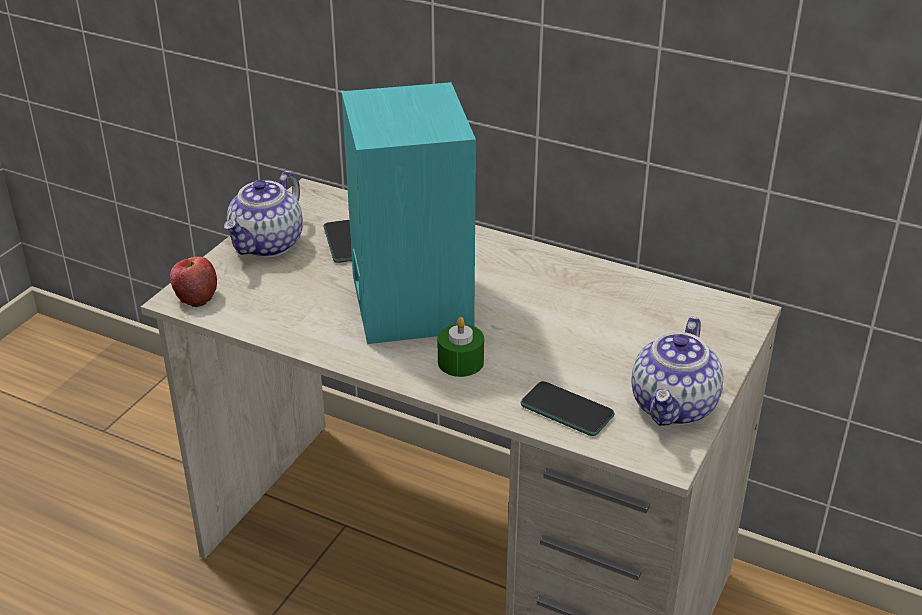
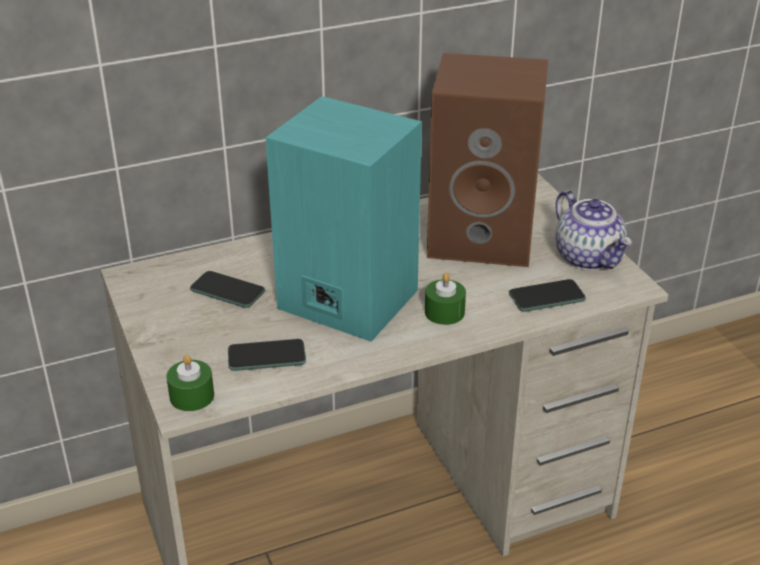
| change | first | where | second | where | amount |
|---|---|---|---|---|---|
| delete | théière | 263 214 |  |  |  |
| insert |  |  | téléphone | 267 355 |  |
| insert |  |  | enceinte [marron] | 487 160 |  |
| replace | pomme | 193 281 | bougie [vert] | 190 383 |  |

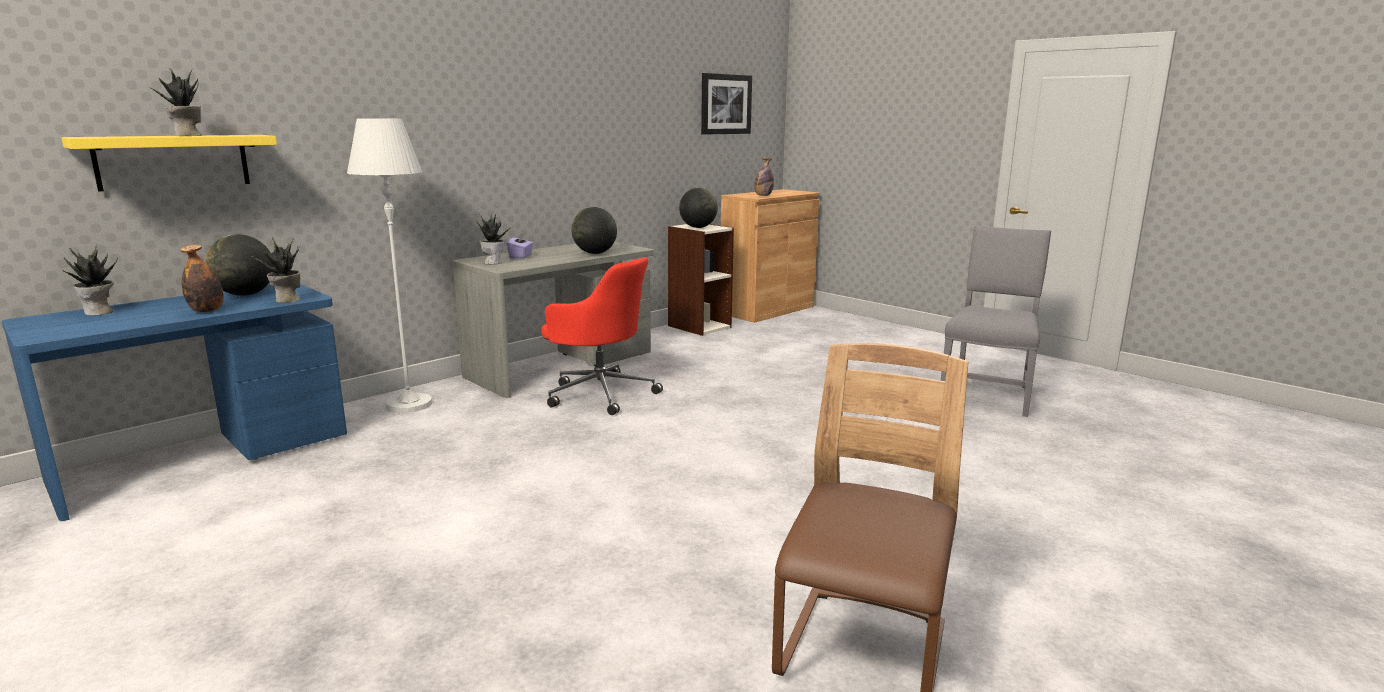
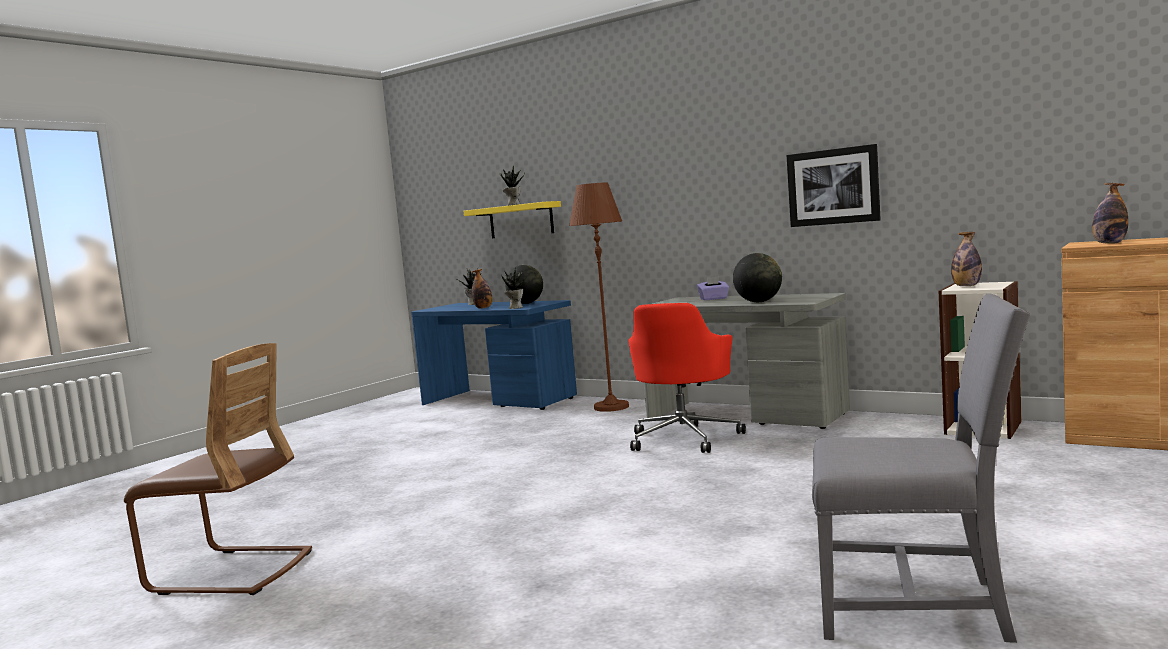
| change | first | where | second | where | amount |
|---|---|---|---|---|---|
| delete | plante en pot | 493 239 |  |  |  |
| move | tableau | 726 104 |  | 834 185 |  |
| replace | globe | 698 208 | bouteille | 966 259 |  |
| recolor | lampadaire [blanc] | 389 265 | lampadaire [marron] | 599 297 |  |

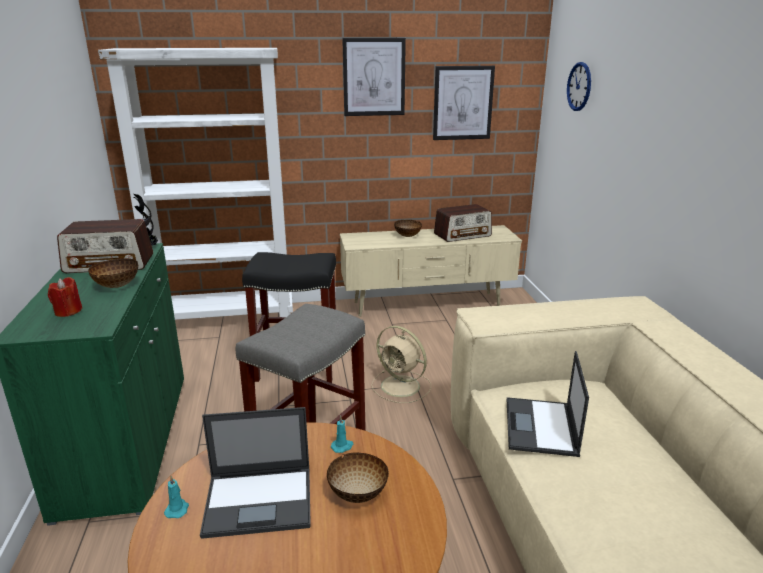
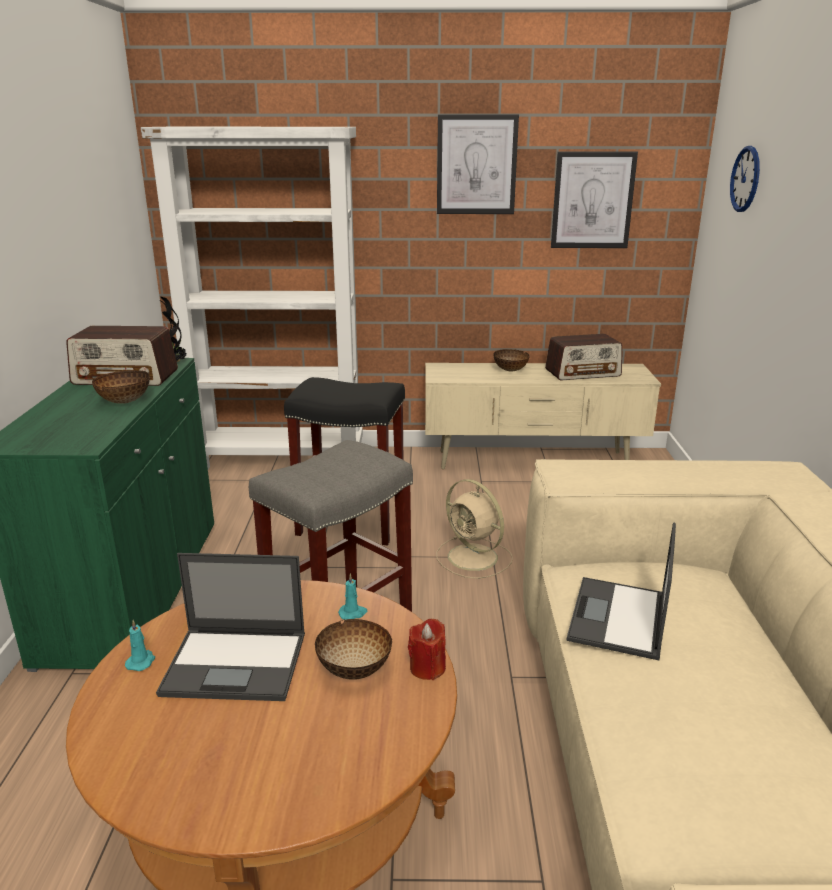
| change | first | where | second | where | amount |
|---|---|---|---|---|---|
| move | bougie [rouge] | 65 297 |  | 427 649 |  |

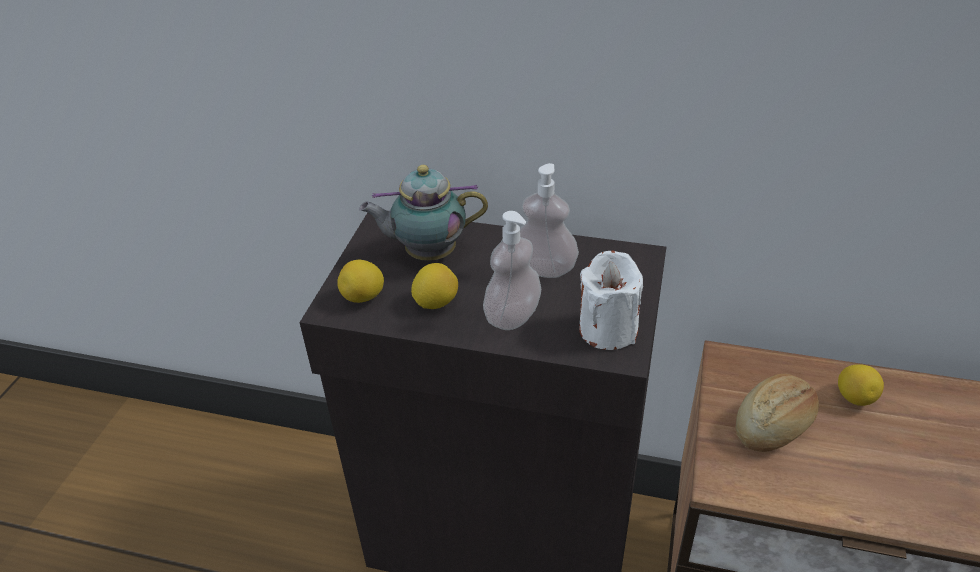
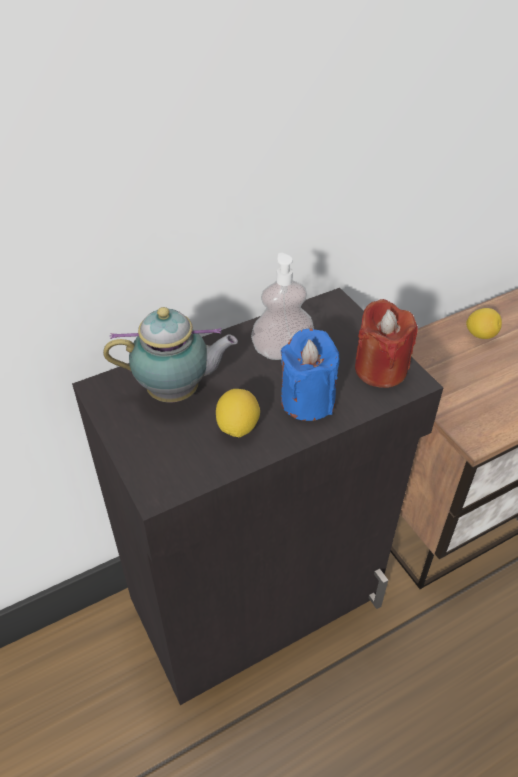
| change | first | where | second | where | amount |
|---|---|---|---|---|---|
| delete | citron | 360 281 |  |  |  |
| delete | pain | 777 412 |  |  |  |
| replace | distributeur de savon | 512 270 | bougie [bleu] | 310 374 |  |
| recolor | bougie [blanc] | 611 300 | bougie [rouge] | 386 343 |  |
| rotate | théière | 423 213 |  | 170 354 | 135 degrees counterclockwise |

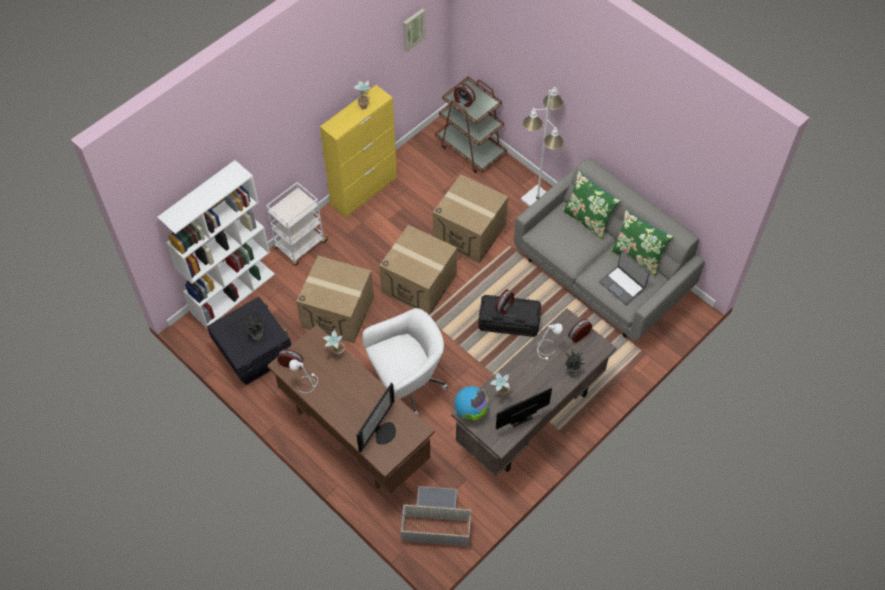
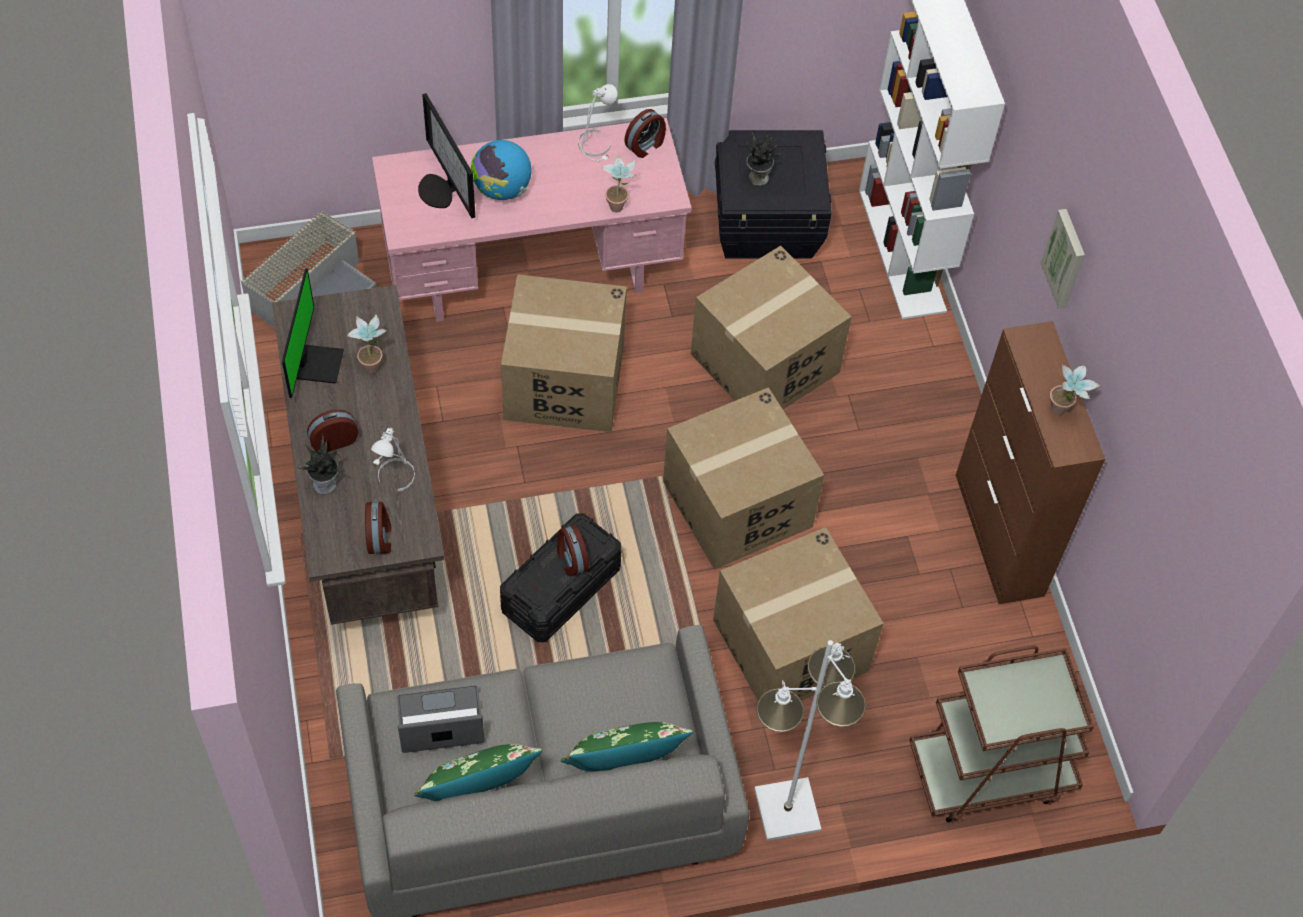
| change | first | where | second | where | amount |
|---|---|---|---|---|---|
| delete | chariot [blanc] | 297 224 |  |  |  |
| move | tableau | 414 30 |  | 1063 258 |  |
| move | réveil | 464 95 |  | 332 431 |  |
| move | globe | 472 403 |  | 501 170 |  |
| replace | chaise de bureau [blanc] | 405 361 | carton | 564 353 |  |
| recolor | bureau [marron] | 351 409 | bureau [rose] | 531 220 |  |
| recolor | meuble de rangement [jaune] | 358 151 | meuble de rangement [marron] | 1030 462 |  |

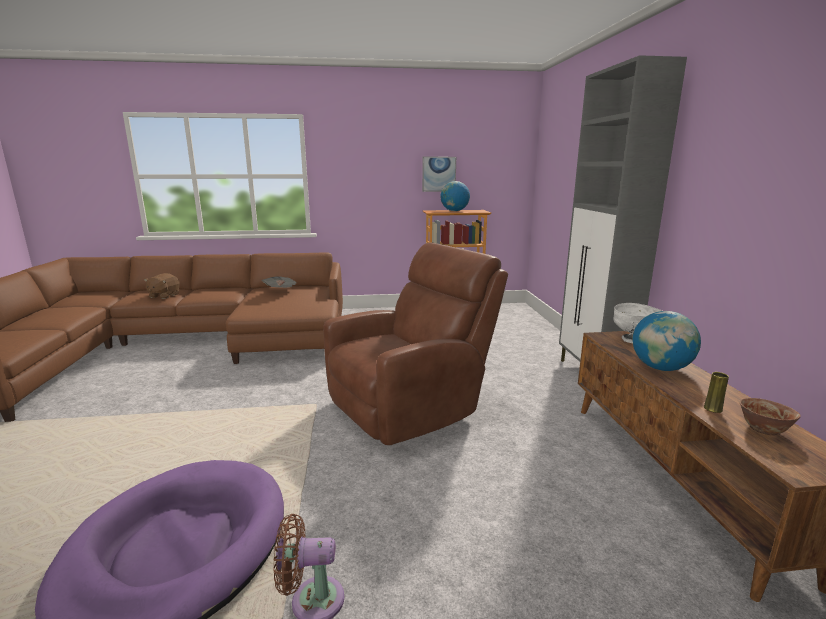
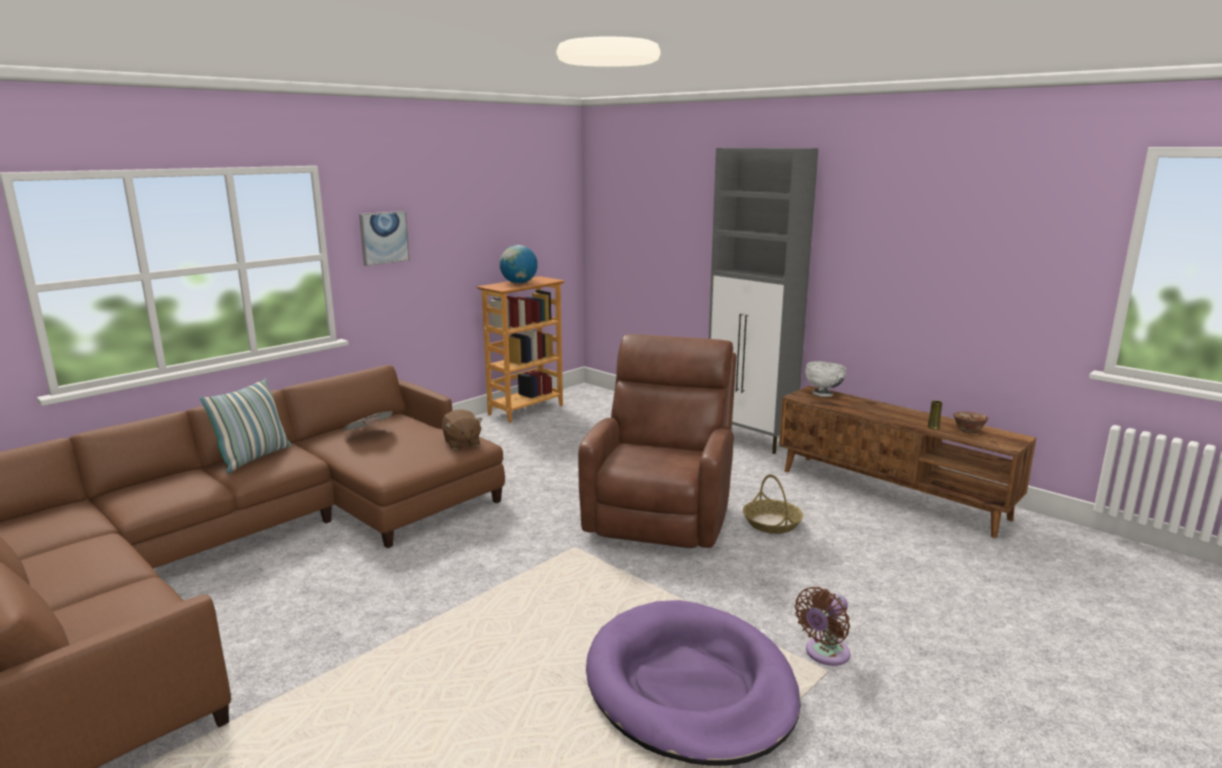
| change | first | where | second | where | amount |
|---|---|---|---|---|---|
| delete | globe | 667 341 |  |  |  |
| insert |  |  | coussin | 246 426 |  |
| insert |  |  | panier | 773 504 |  |
| move | peluche [marron] | 162 286 |  | 462 429 |  |
| move | tableau | 439 174 |  | 384 238 |  |

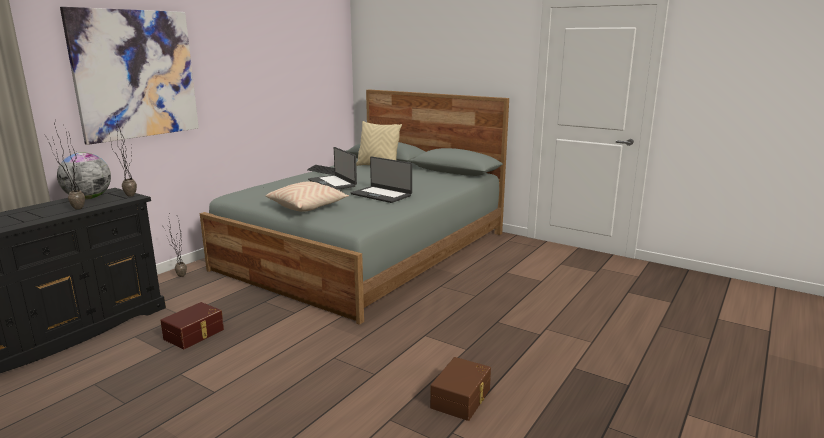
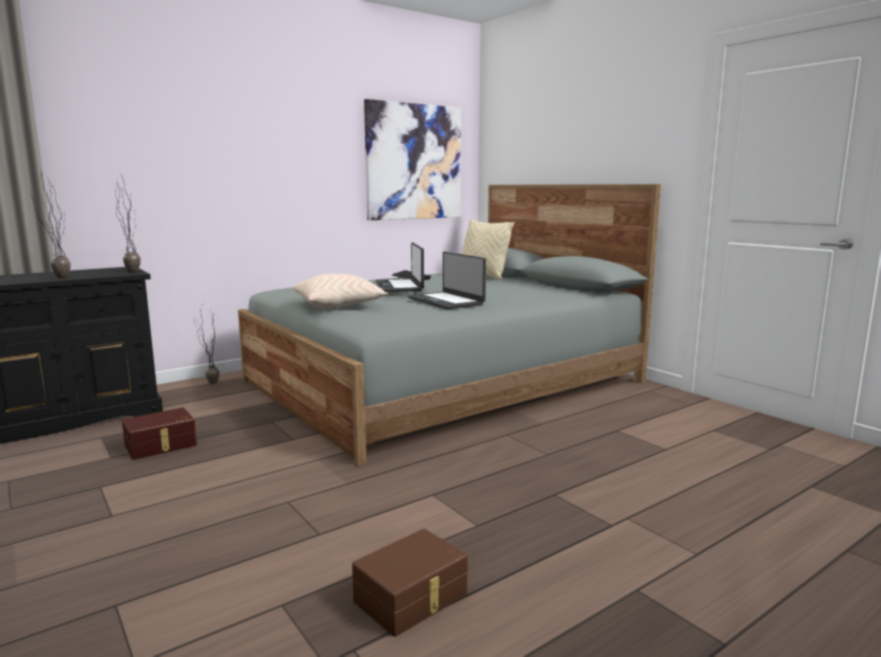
| change | first | where | second | where | amount |
|---|---|---|---|---|---|
| delete | globe | 84 175 |  |  |  |
| move | tableau | 129 76 |  | 412 159 |  |

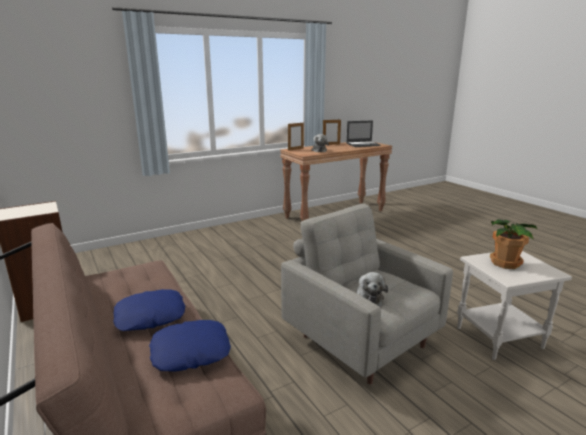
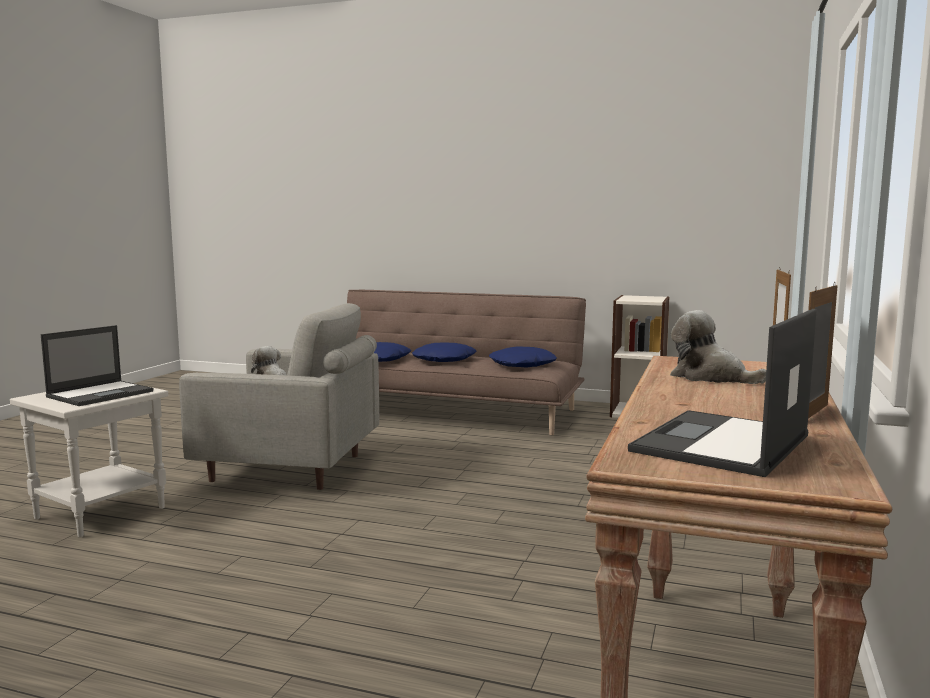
| change | first | where | second | where | amount |
|---|---|---|---|---|---|
| insert |  |  | coussin [bleu] | 523 357 |  |
| replace | plante en pot | 513 244 | ordinateur portable | 97 365 |  |

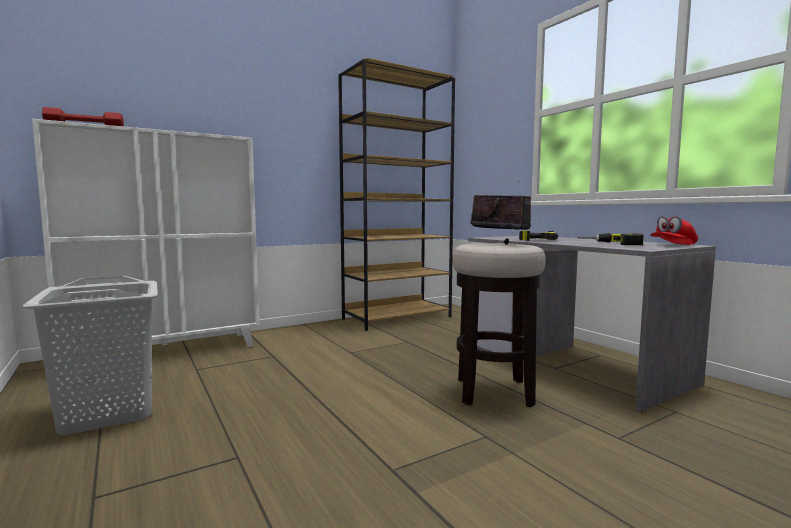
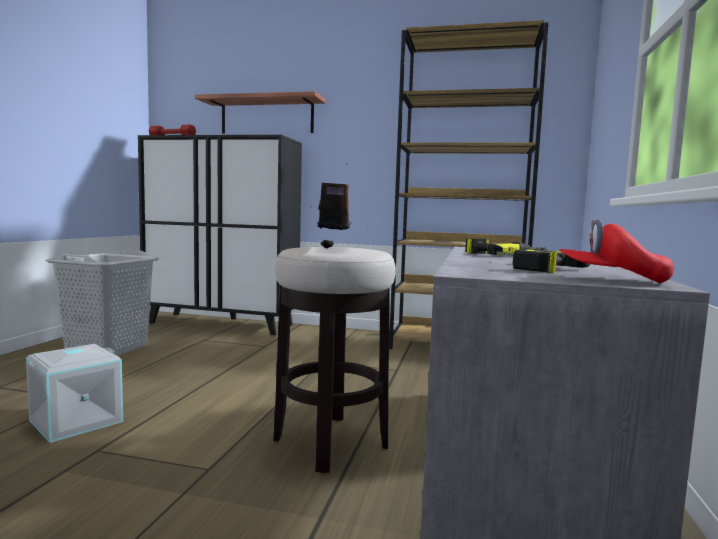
| change | first | where | second | where | amount |
|---|---|---|---|---|---|
| insert |  |  | boîte de rangement [gris] | 74 393 |  |
| insert |  |  | étagère | 260 112 |  |
| recolor | meuble de rangement [blanc] | 146 234 | meuble de rangement [noir] | 220 235 |  |

